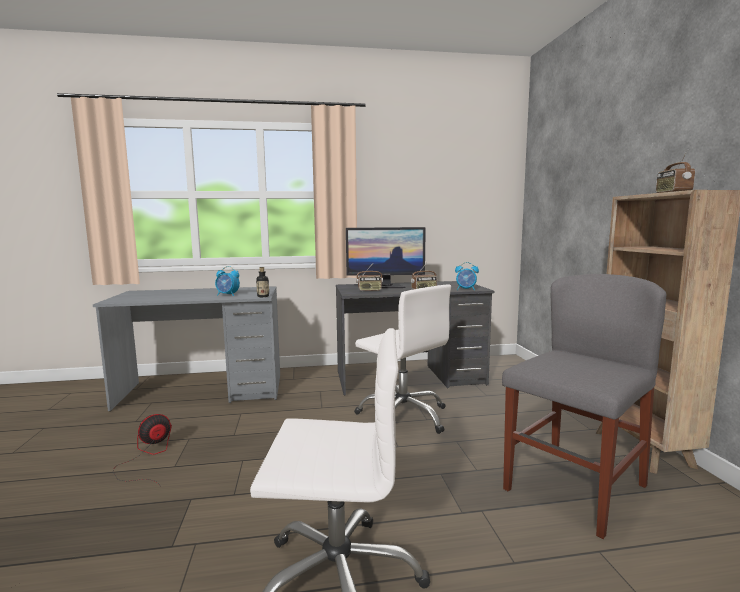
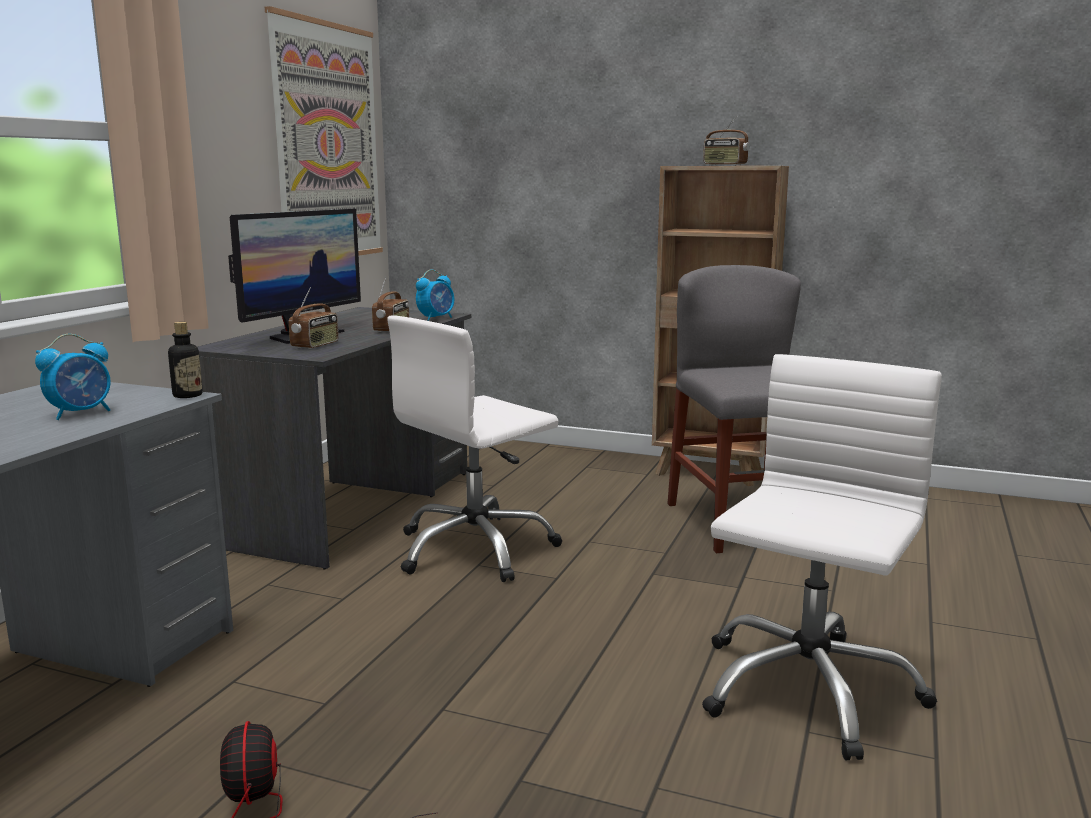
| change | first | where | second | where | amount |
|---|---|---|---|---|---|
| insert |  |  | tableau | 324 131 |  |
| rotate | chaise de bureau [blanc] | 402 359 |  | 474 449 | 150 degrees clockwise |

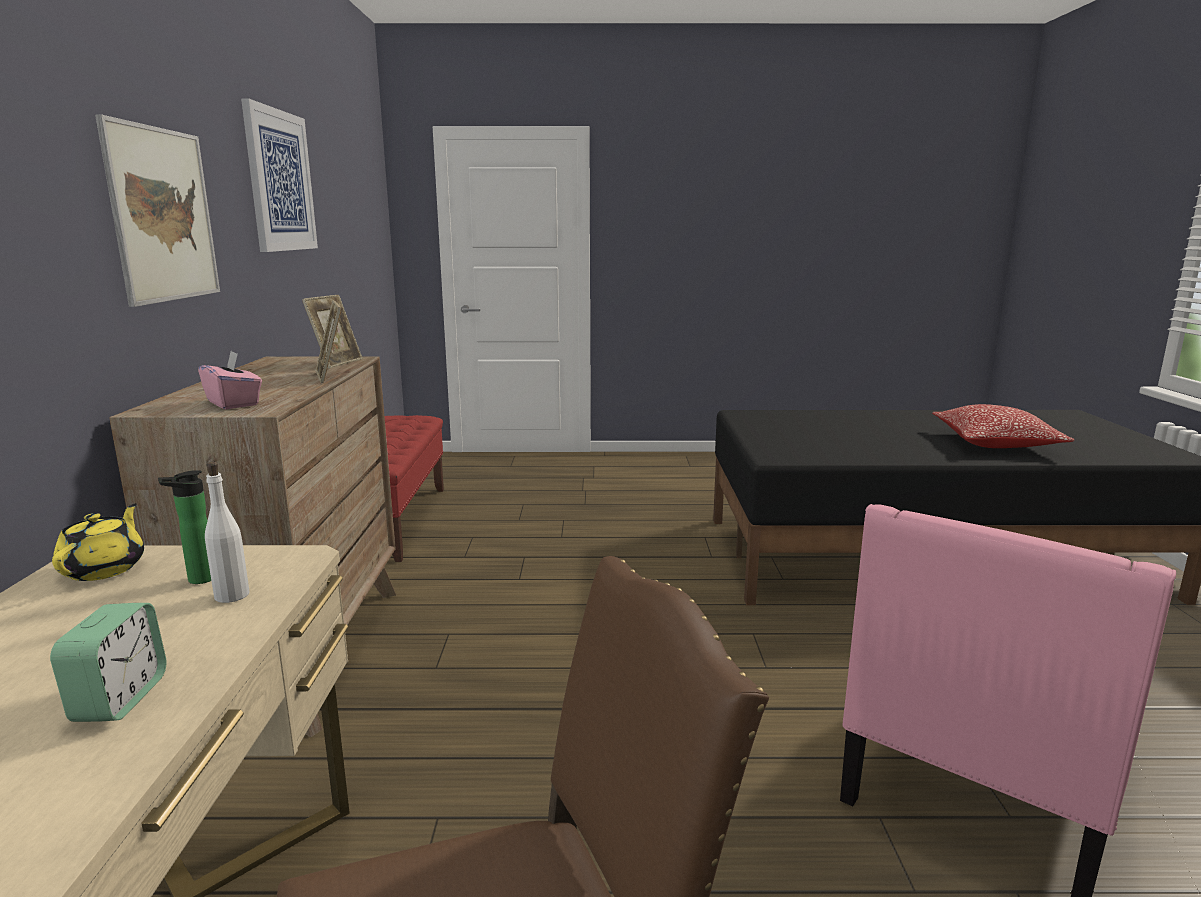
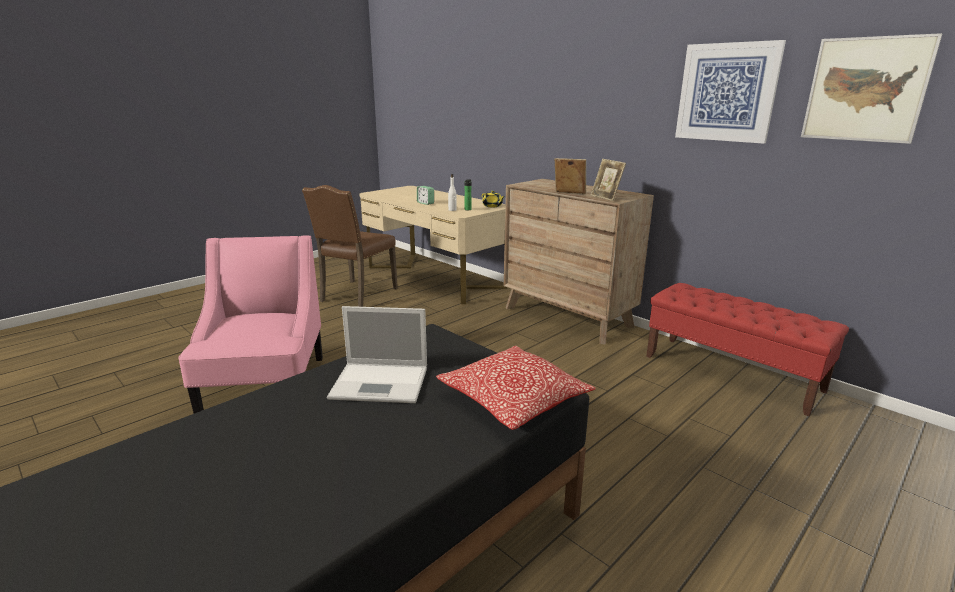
| change | first | where | second | where | amount |
|---|---|---|---|---|---|
| delete | boîte à mouchoirs [rose] | 230 380 |  |  |  |
| insert |  |  | ordinateur portable | 377 354 |  |
| move | tableau | 157 210 |  | 872 88 |  |
| move | coussin | 1003 426 |  | 516 388 |  |

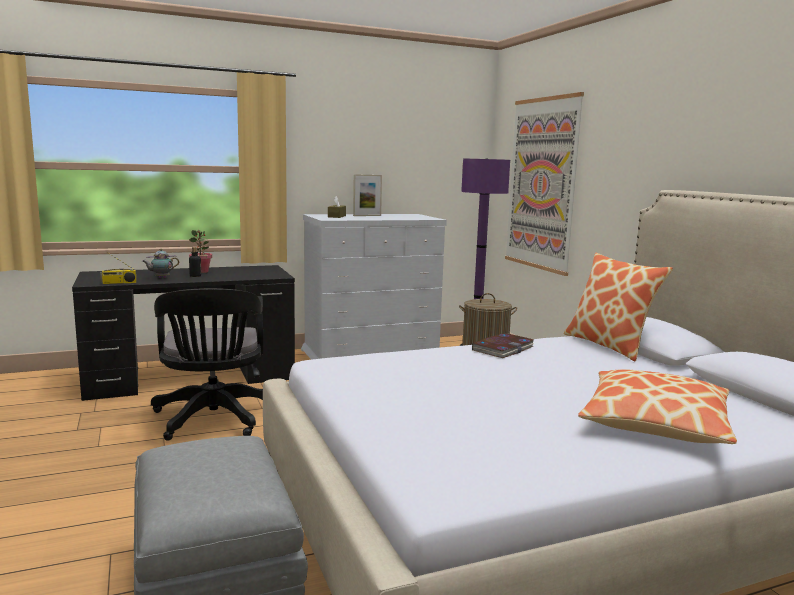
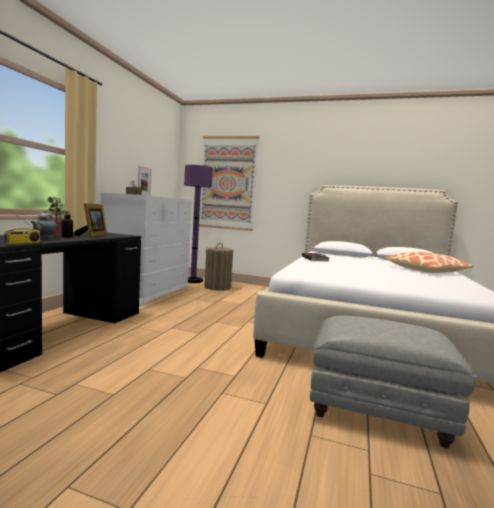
| change | first | where | second | where | amount |
|---|---|---|---|---|---|
| delete | chaise de bureau [noir] | 207 364 |  |  |  |
| delete | coussin | 618 307 |  |  |  |
| insert |  |  | cadre photo | 90 220 |  |

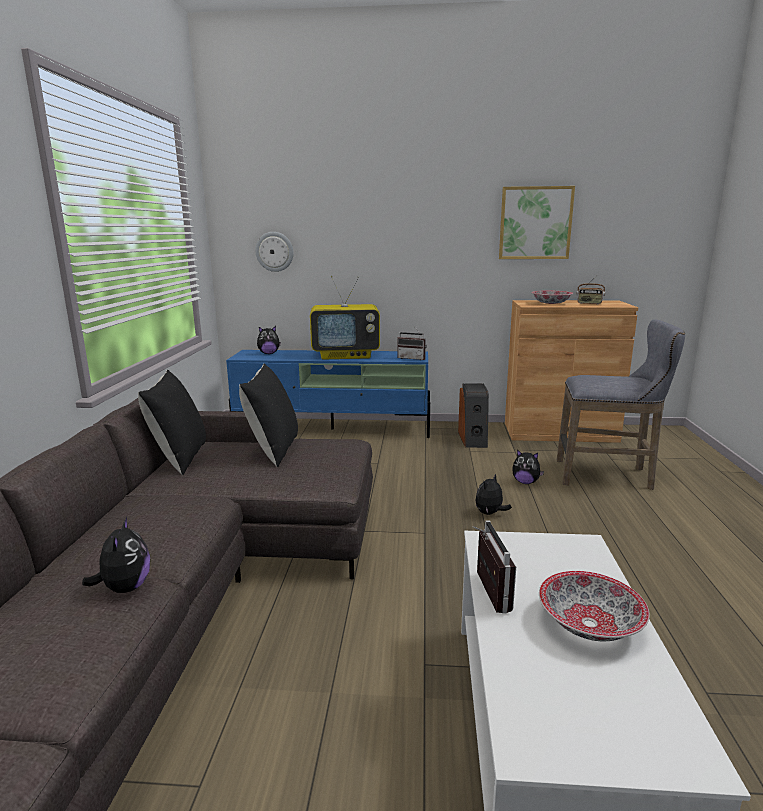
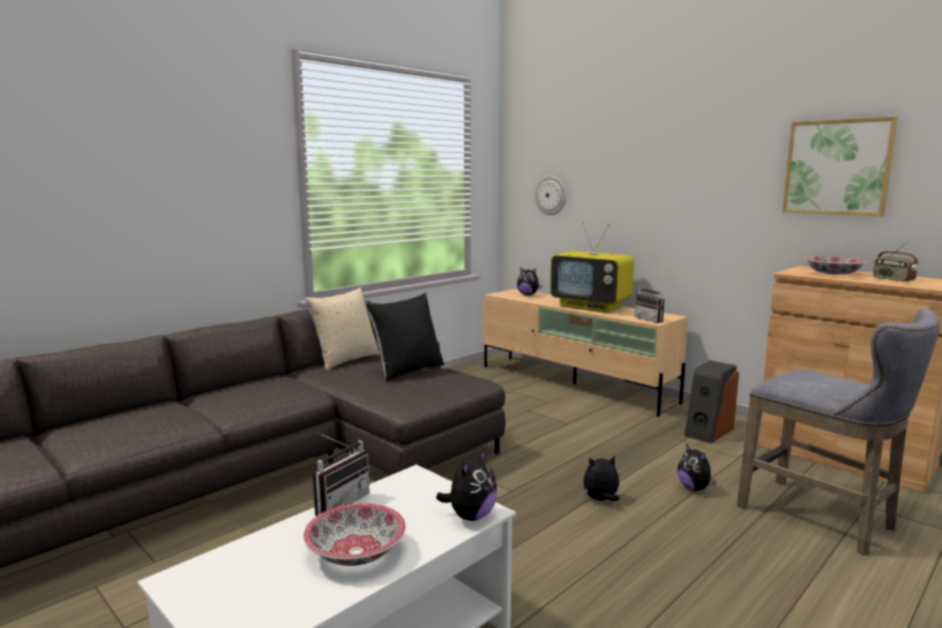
| change | first | where | second | where | amount |
|---|---|---|---|---|---|
| move | peluche | 116 555 |  | 466 484 |  |
| recolor | coussin [noir] | 172 422 | coussin [beige] | 342 329 |  |
| recolor | meuble télé [bleu] | 328 394 | meuble télé [beige] | 586 353 |  |

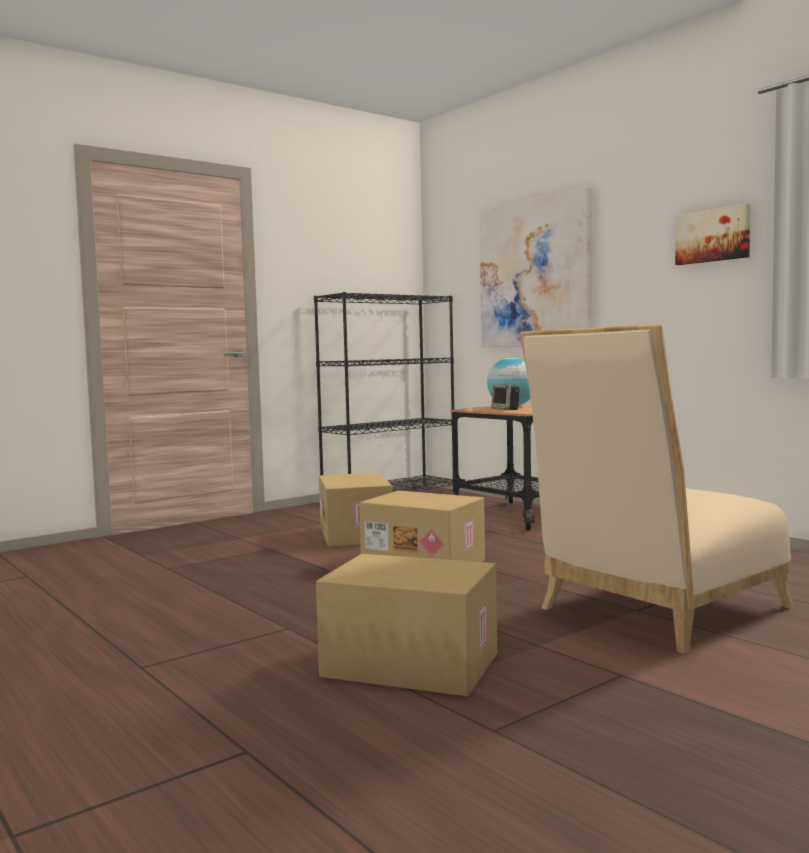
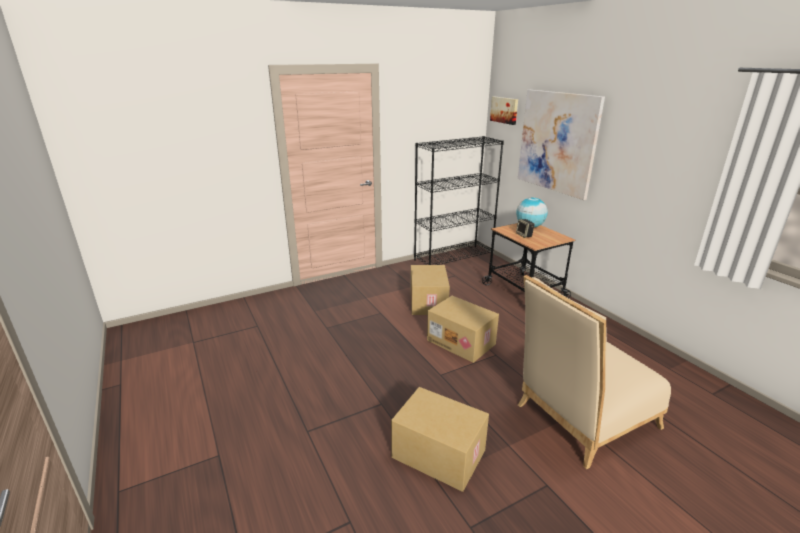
| change | first | where | second | where | amount |
|---|---|---|---|---|---|
| move | tableau | 712 234 |  | 504 110 |  |

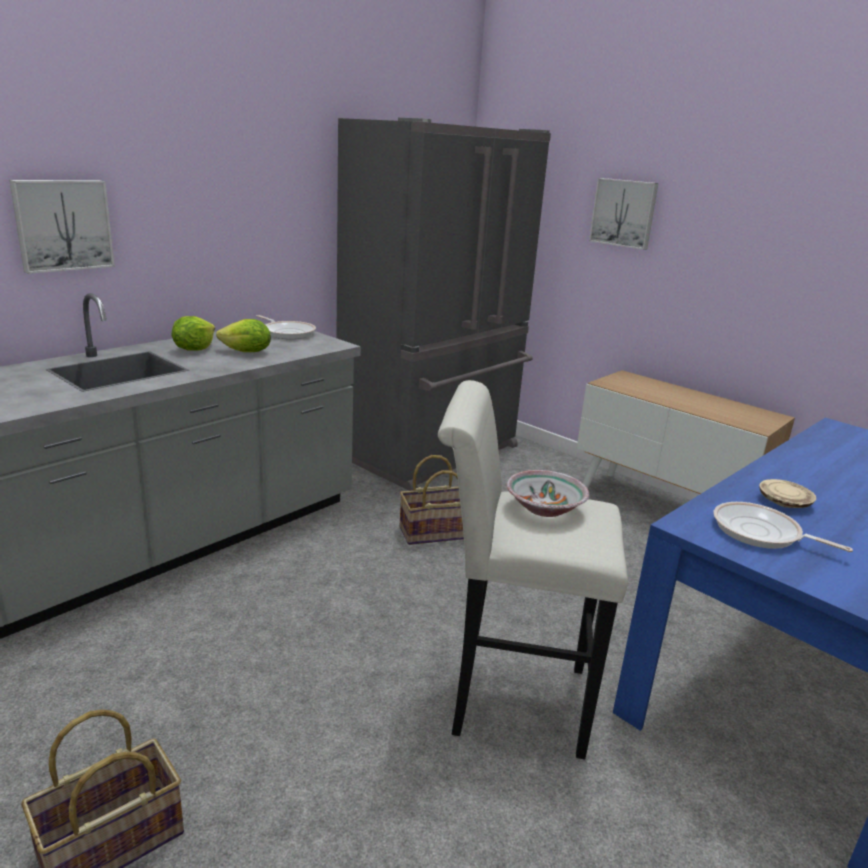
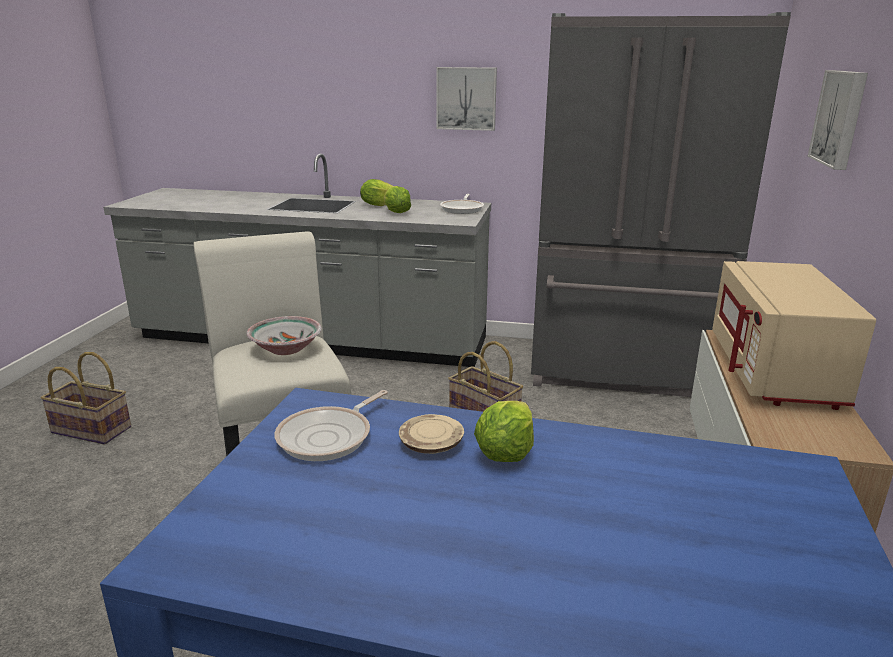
| change | first | where | second | where | amount |
|---|---|---|---|---|---|
| insert |  |  | laitue | 504 431 |  |
| insert |  |  | micro-ondes [beige] | 794 335 |  |
| move | tableau | 62 227 |  | 467 99 |  |
| rotate | poêle | 783 527 |  | 331 425 | 150 degrees counterclockwise |

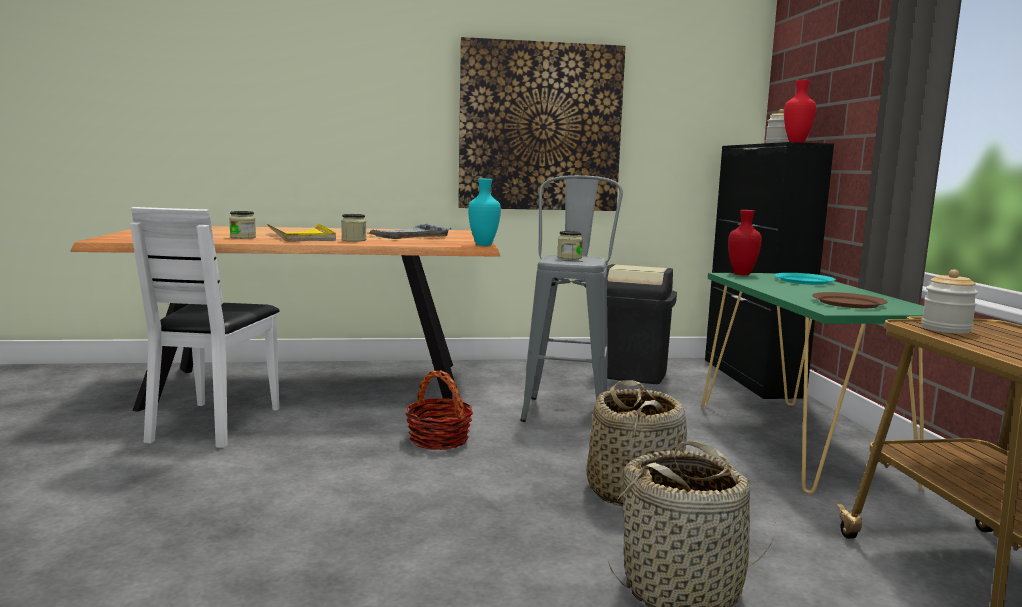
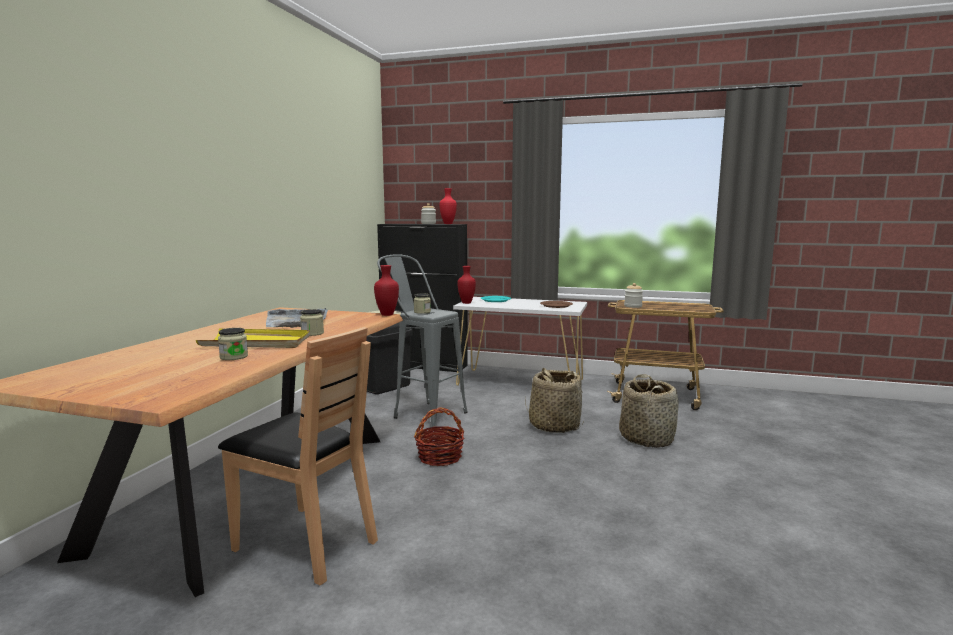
| change | first | where | second | where | amount |
|---|---|---|---|---|---|
| delete | tableau | 542 124 |  |  |  |
| recolor | chaise [blanc] | 205 327 | chaise [marron] | 298 456 |  |
| recolor | vase [turquoise] | 484 212 | vase [rouge] | 386 290 |  |
| recolor | table console [vert] | 813 383 | table console [blanc] | 520 341 |  |

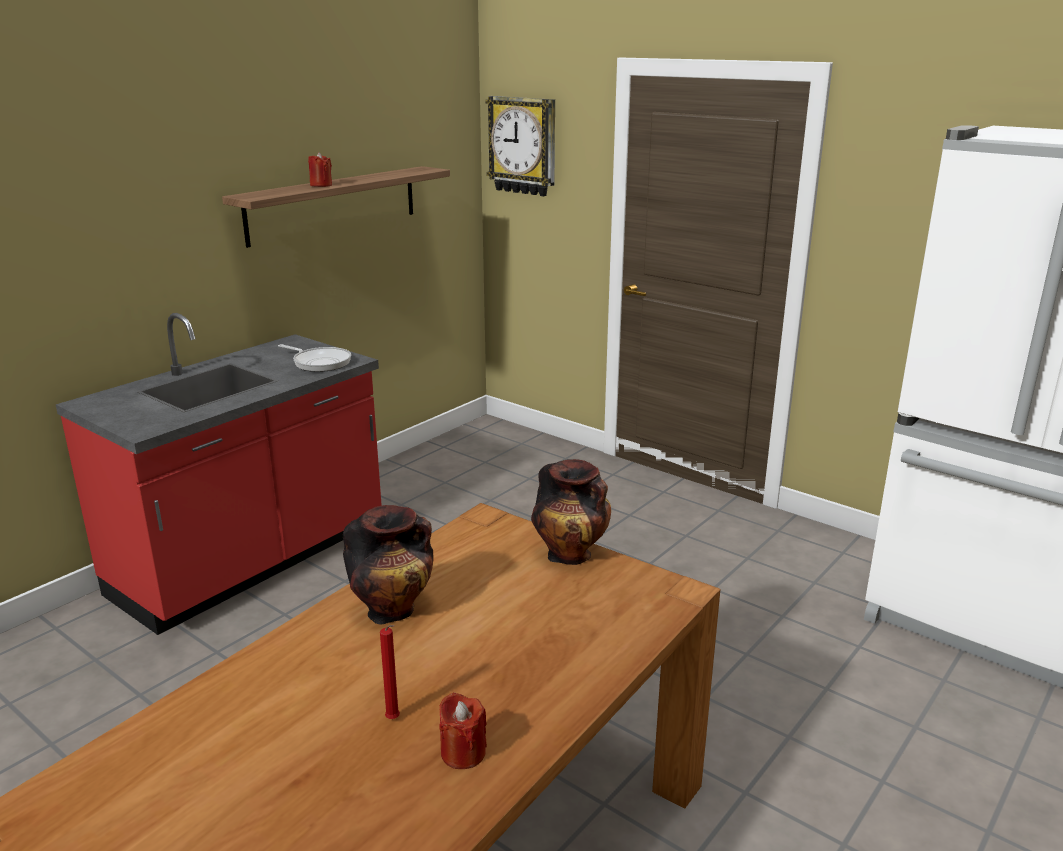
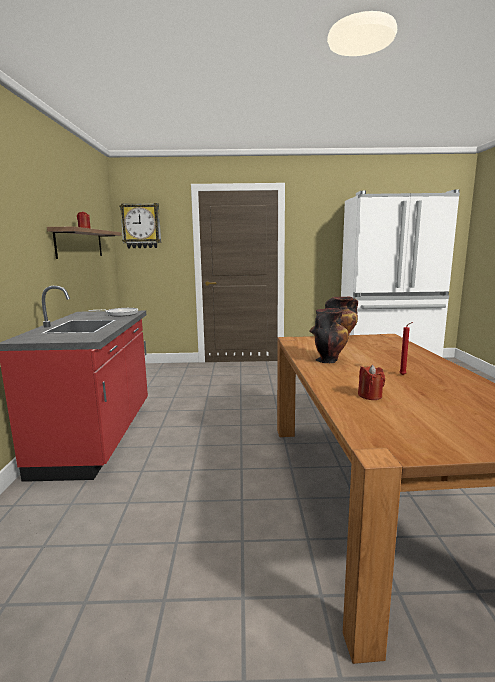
| change | first | where | second | where | amount |
|---|---|---|---|---|---|
| move | bougie [rouge] | 463 731 |  | 371 382 |  |

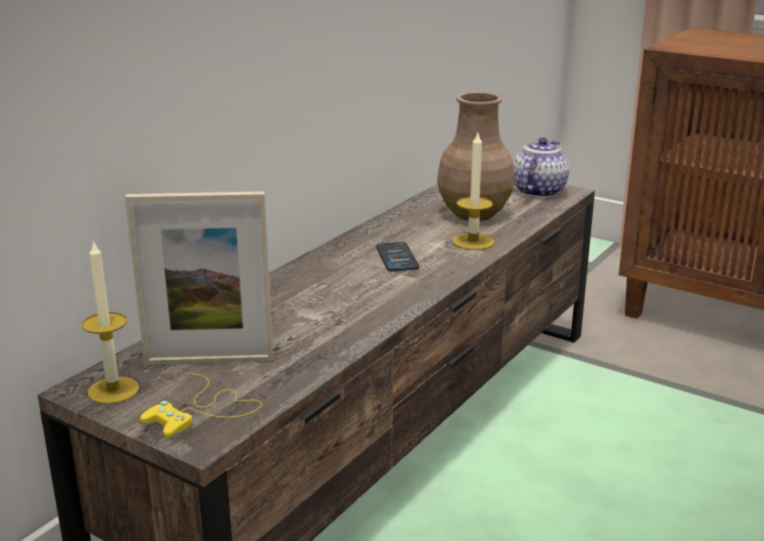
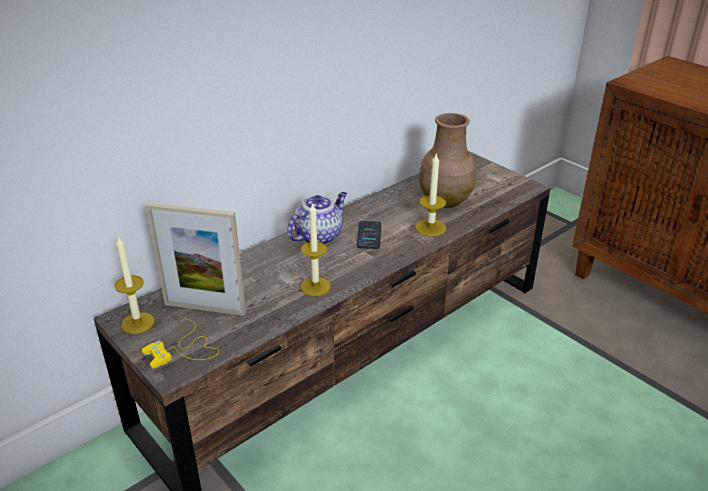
| change | first | where | second | where | amount |
|---|---|---|---|---|---|
| insert |  |  | bougie | 316 249 |  |
| move | théière | 541 168 |  | 317 218 |  |

